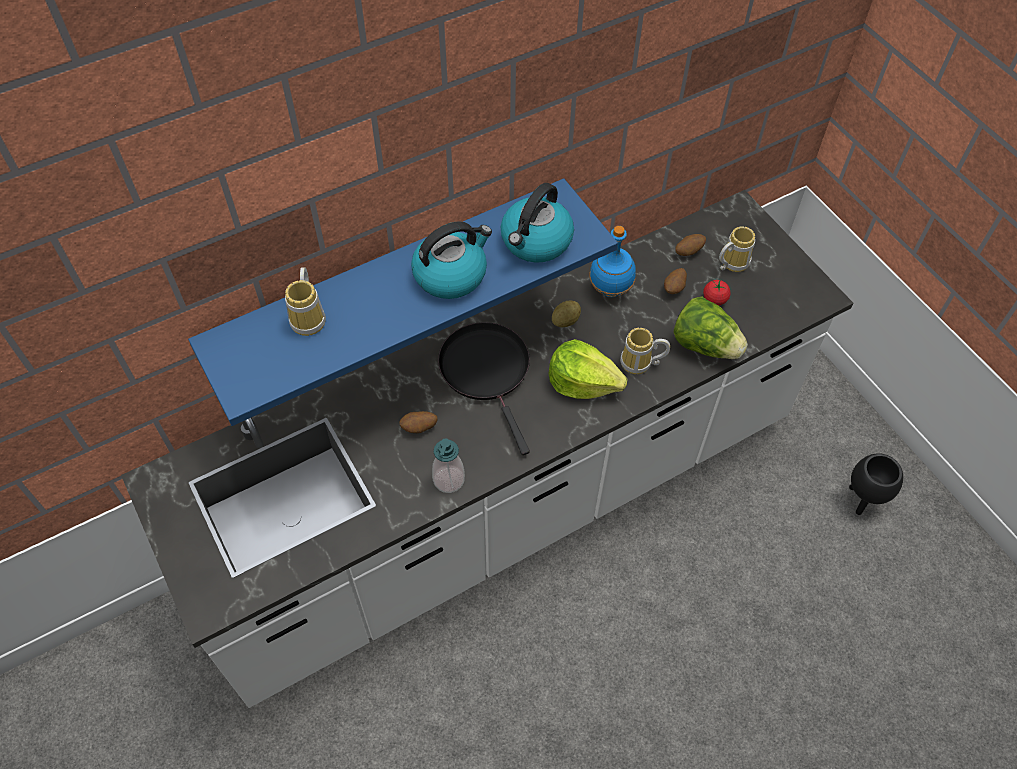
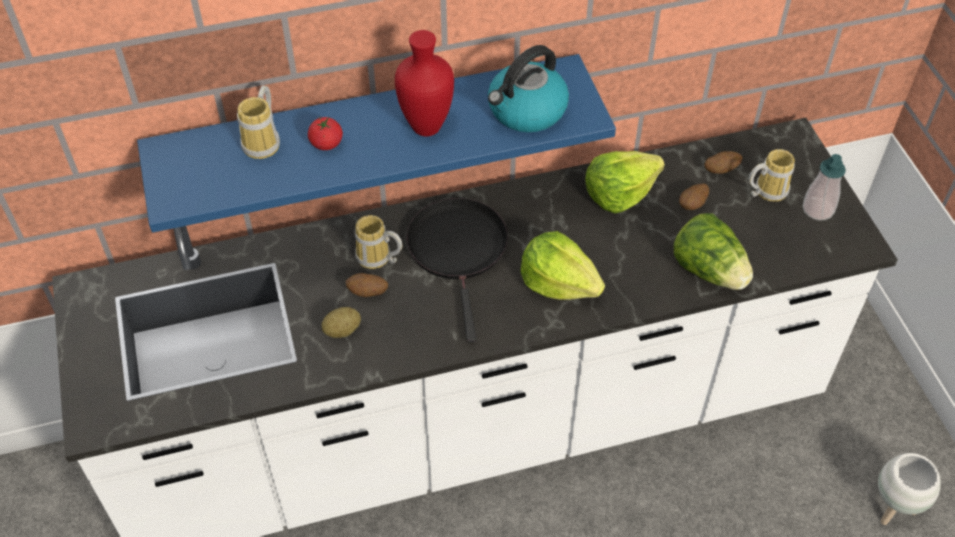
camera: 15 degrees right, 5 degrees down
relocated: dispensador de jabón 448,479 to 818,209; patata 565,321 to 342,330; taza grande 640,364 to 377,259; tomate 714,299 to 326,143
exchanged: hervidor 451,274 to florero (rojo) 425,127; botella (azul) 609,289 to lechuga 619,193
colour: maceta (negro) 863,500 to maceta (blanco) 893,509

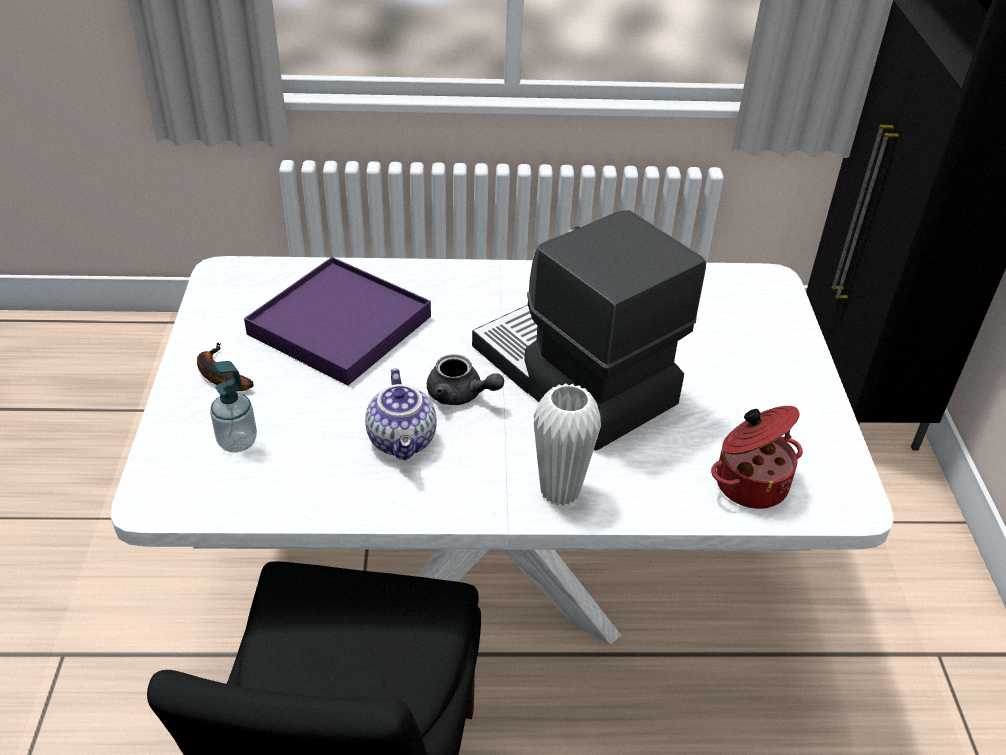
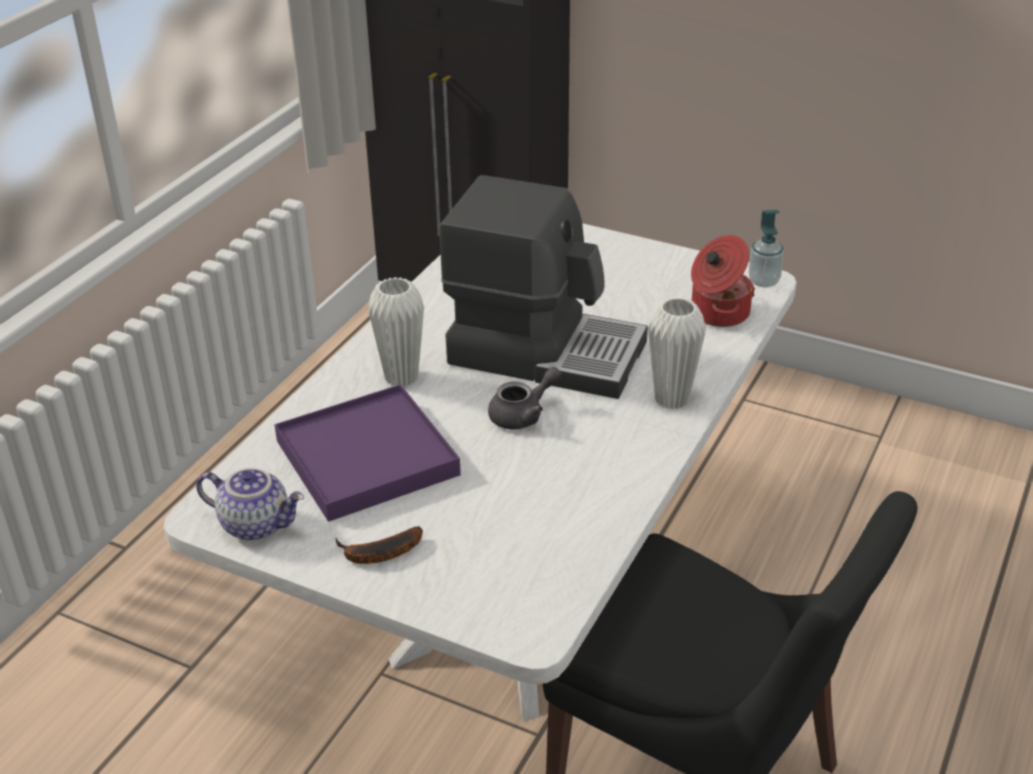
camera: 60 degrees left, 5 degrees down
appeared: florero (blanco) 401,377
relocated: dispensador de jabón 237,442 to 763,281; tetera 403,441 to 257,524
spun: cafetera 572,377 = 546,351 150 degrees counterclockwise

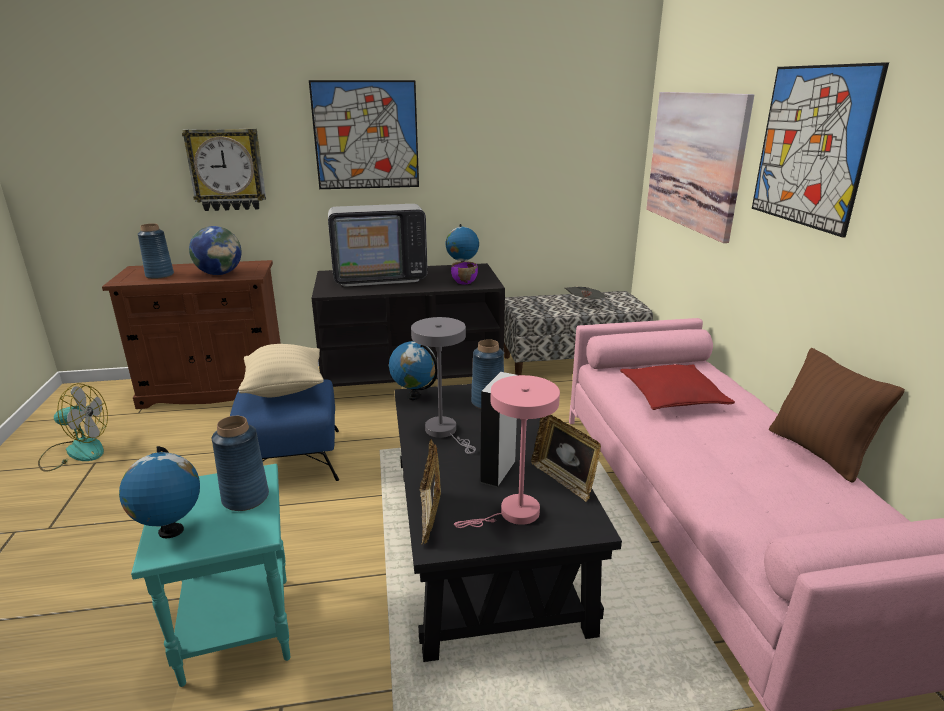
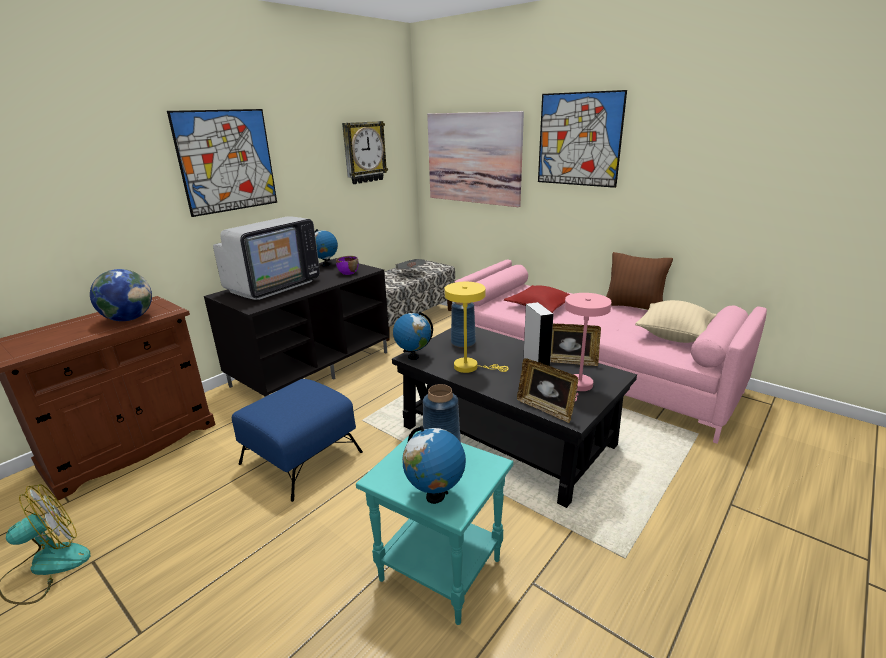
camera: 40 degrees left, 0 degrees up
missing: florero (azul) 159,275
relocated: reloj de pared 227,170 to 364,152; cojín (beis) 284,389 to 674,336
colour: lámpara de mesa (gris) 444,432 to lámpara de mesa (amarillo) 470,367

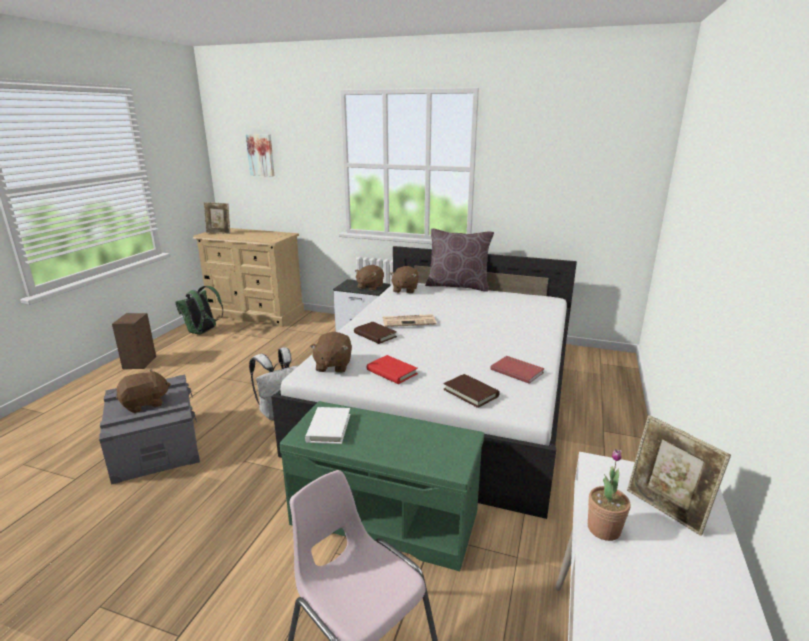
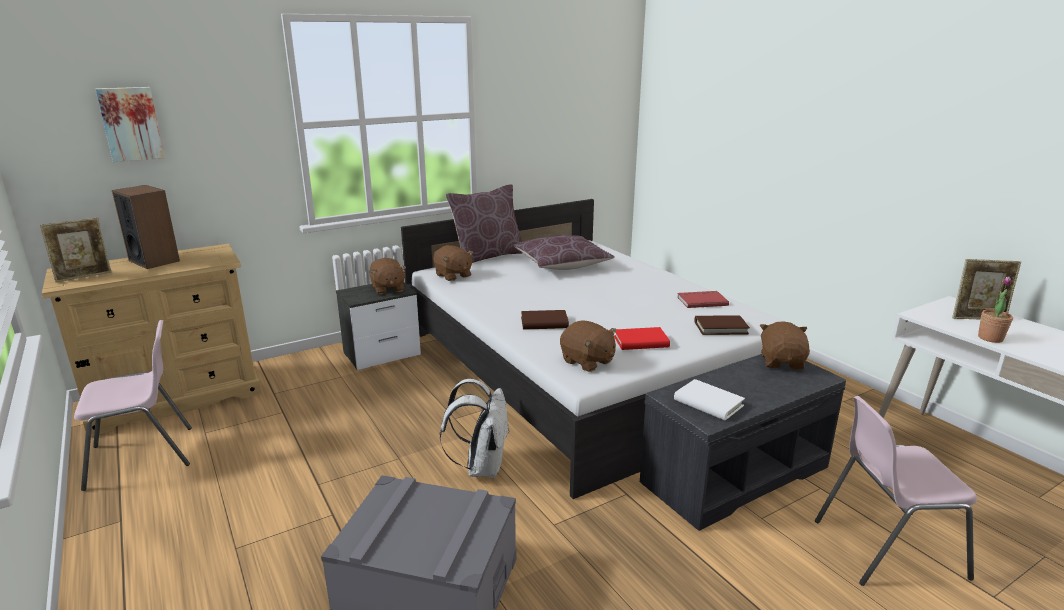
camera: 50 degrees left, 0 degrees up
missing: periódico 409,321
appeared: cojín (marrón) 562,264
relocated: altavoz 140,362 to 154,260; peluche (marrón) 145,404 to 782,362
exchanged: mochila (verde) 203,332 to silla (rosa) 143,456
colour: banco (verde) 386,517 to banco (gris) 735,473

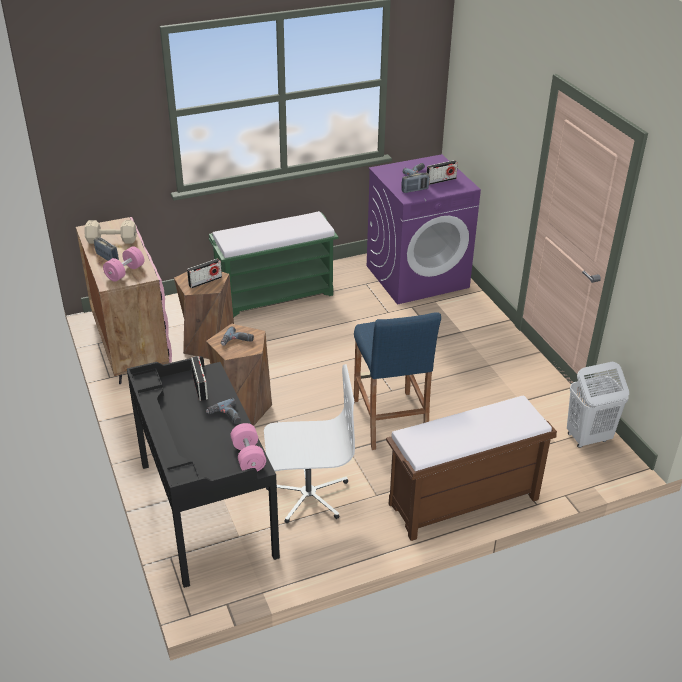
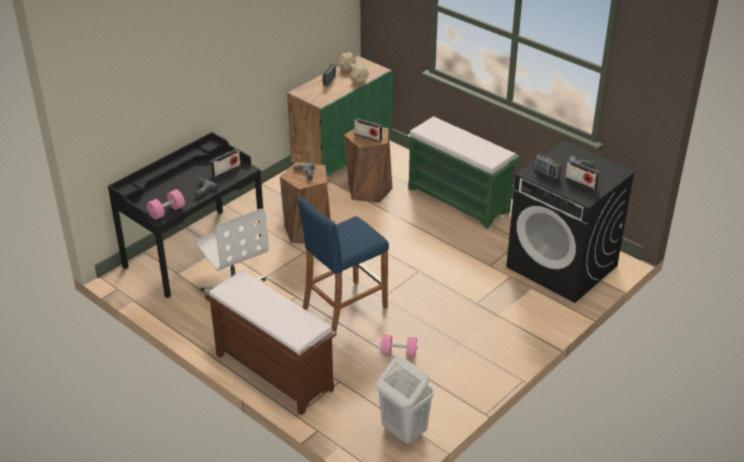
camera: 65 degrees right, 0 degrees up
relocated: mancuerna (rosa) 125,272 to 398,352
colour: armario (rosa) 130,342 to armario (verde) 342,157; lavadora (morado) 417,276 to lavadora (negro) 562,266

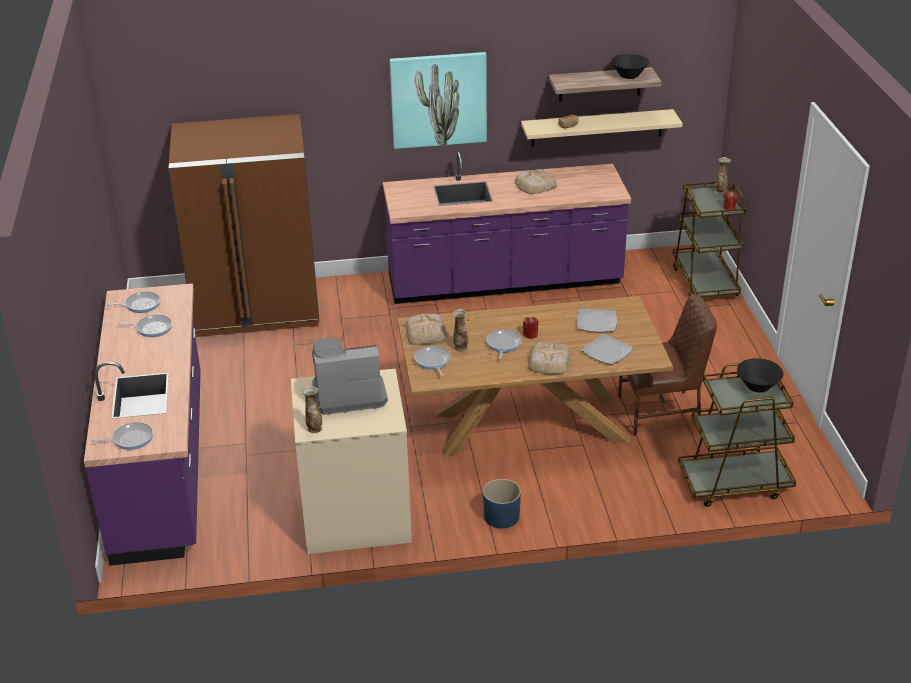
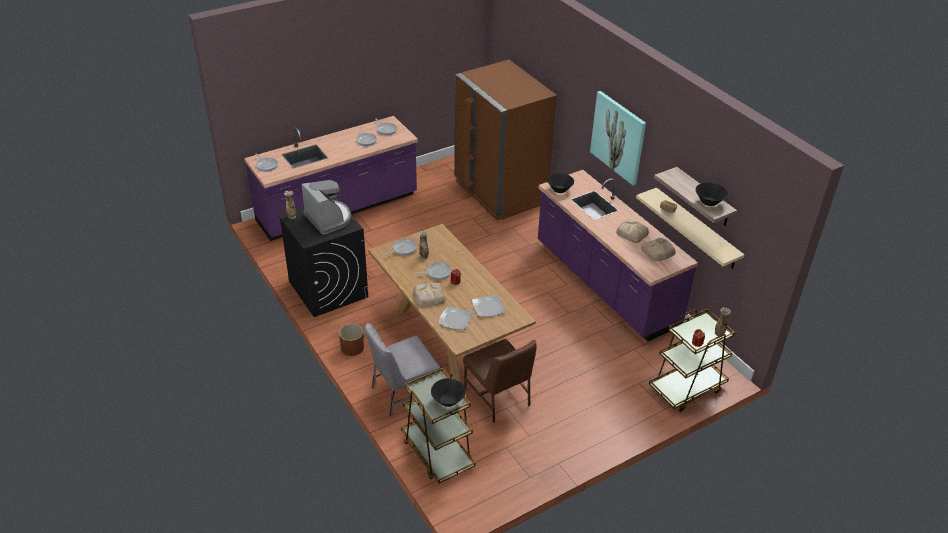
camera: 65 degrees right, 5 degrees up
appeared: silla (gris) 403,393; cuenco (negro) 559,190
relocated: pan 426,332 to 658,251
colour: lavadora (beis) 354,515 to lavadora (negro) 327,289; maceta (azul) 501,516 to maceta (marrón) 352,347

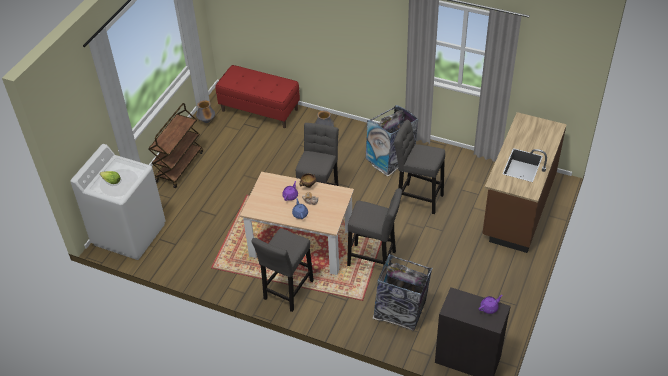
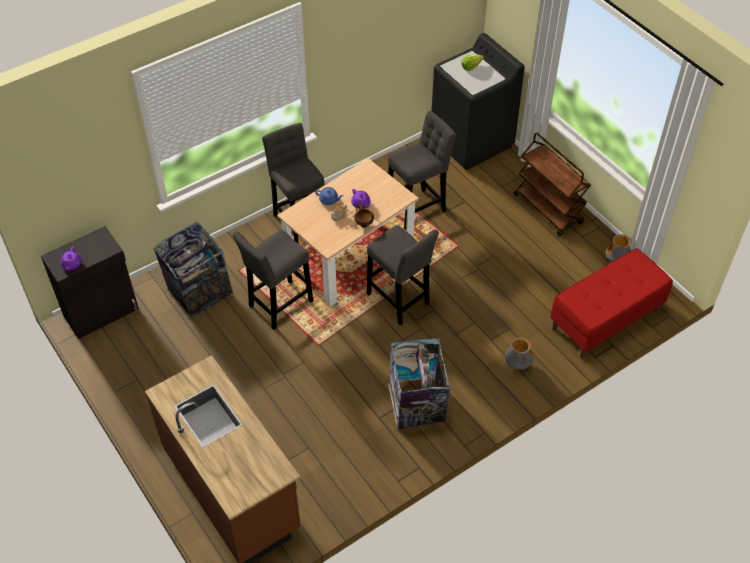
camera: 120 degrees right, 5 degrees up
relocated: taburete (gris) 417,198 to 418,208
colour: lavadora (blanco) 129,233 to lavadora (negro) 472,142

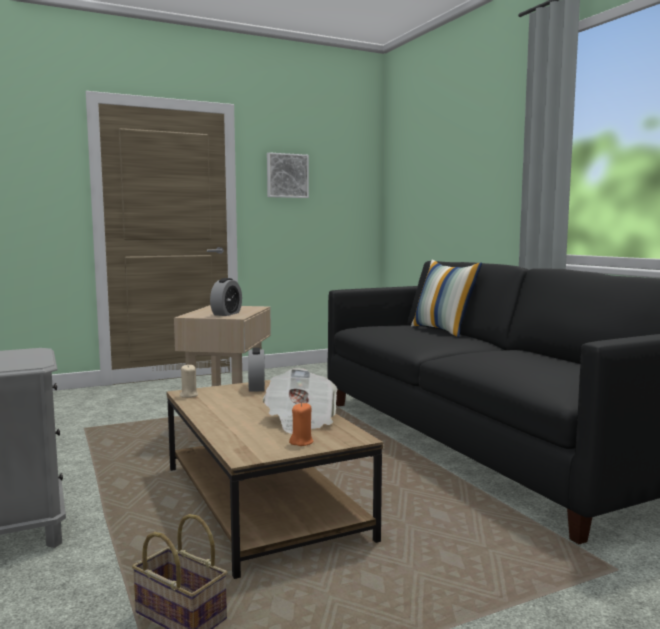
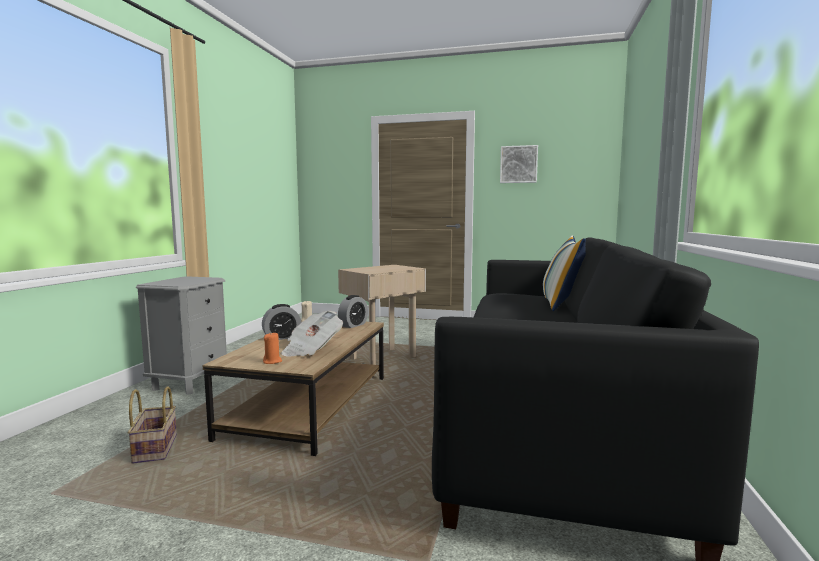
camera: 40 degrees right, 0 degrees up
relocated: despertador 226,314 to 282,337

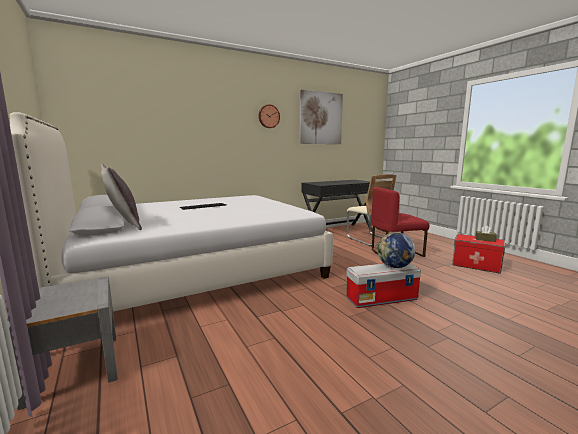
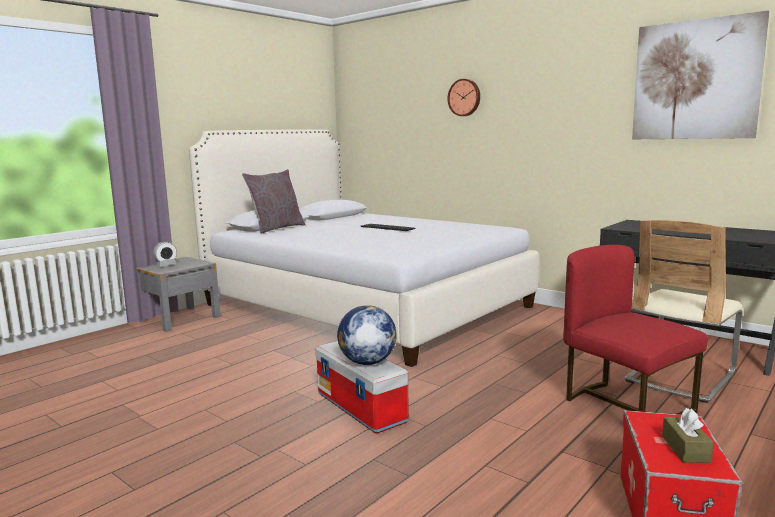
camera: 70 degrees right, 0 degrees up
appeared: despertador 166,265
relocated: reloj de pared 268,116 to 464,97

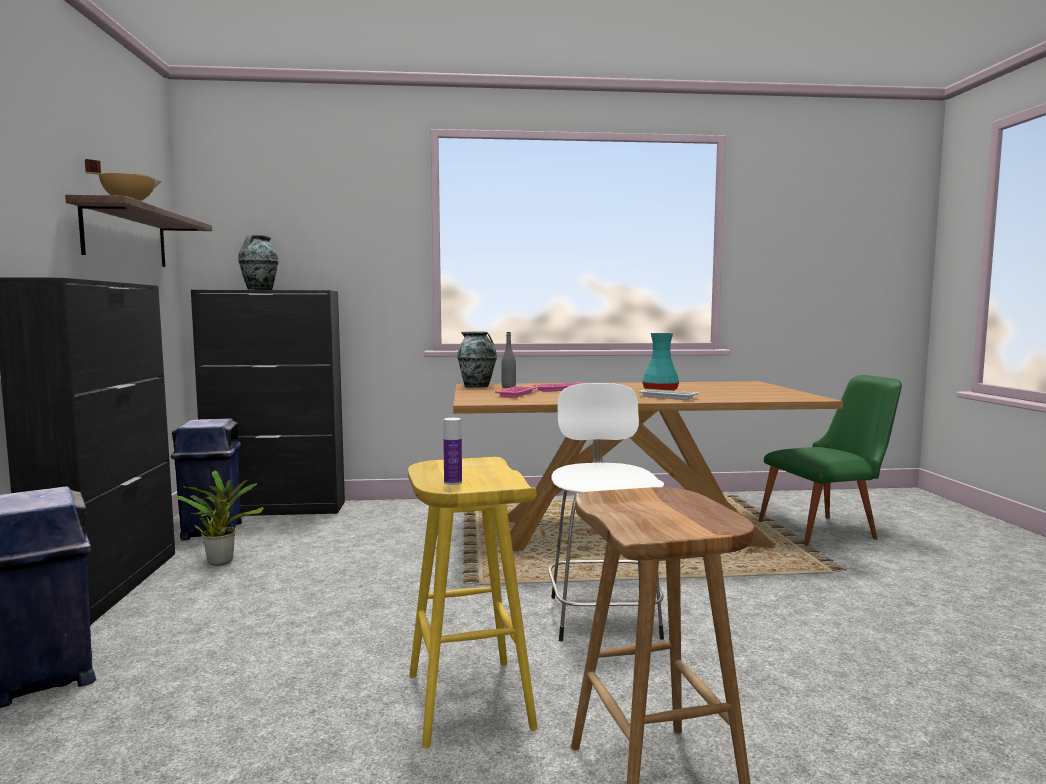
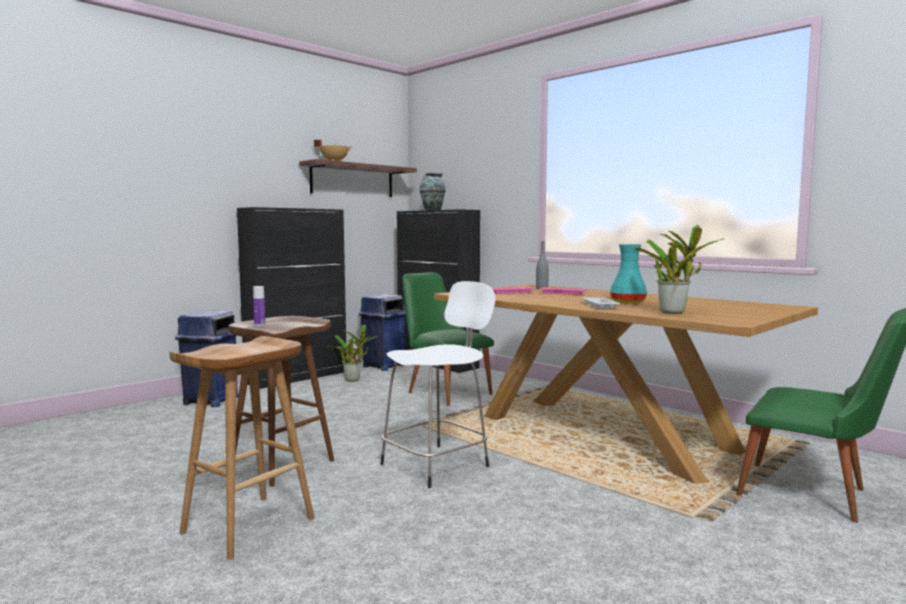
camera: 50 degrees right, 0 degrees up
missing: florero 477,386
appeared: silla (verde) 444,391; planta en maceta 675,312
colour: taburete (amarillo) 467,699 to taburete (marrón) 282,464

